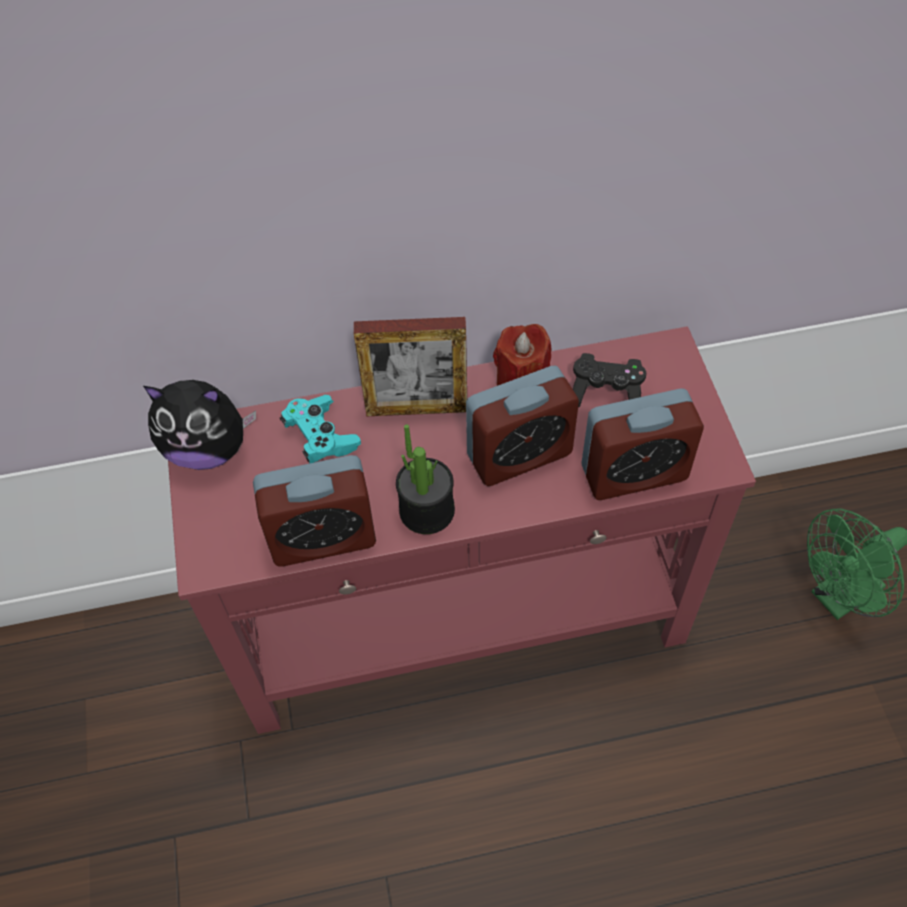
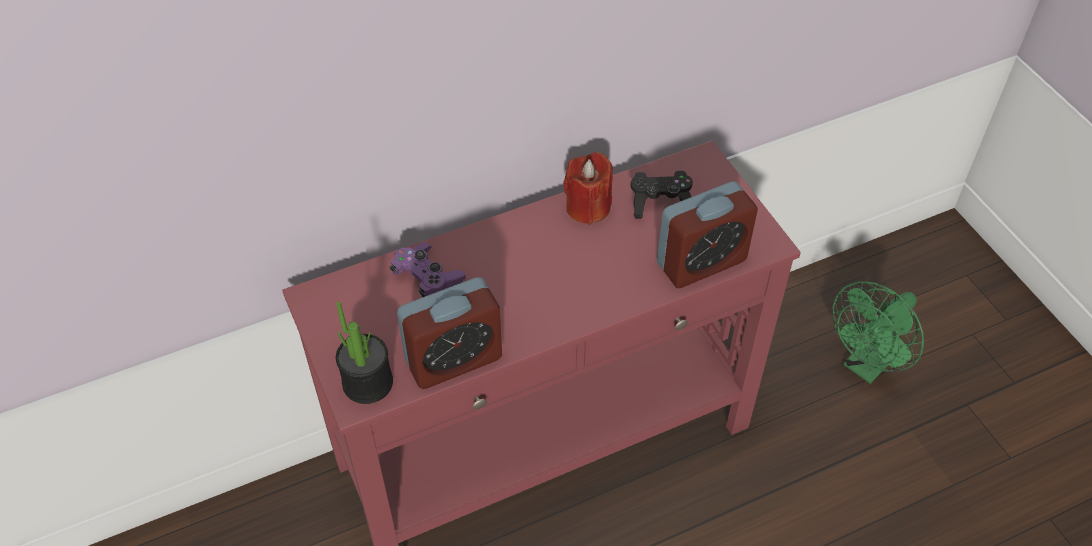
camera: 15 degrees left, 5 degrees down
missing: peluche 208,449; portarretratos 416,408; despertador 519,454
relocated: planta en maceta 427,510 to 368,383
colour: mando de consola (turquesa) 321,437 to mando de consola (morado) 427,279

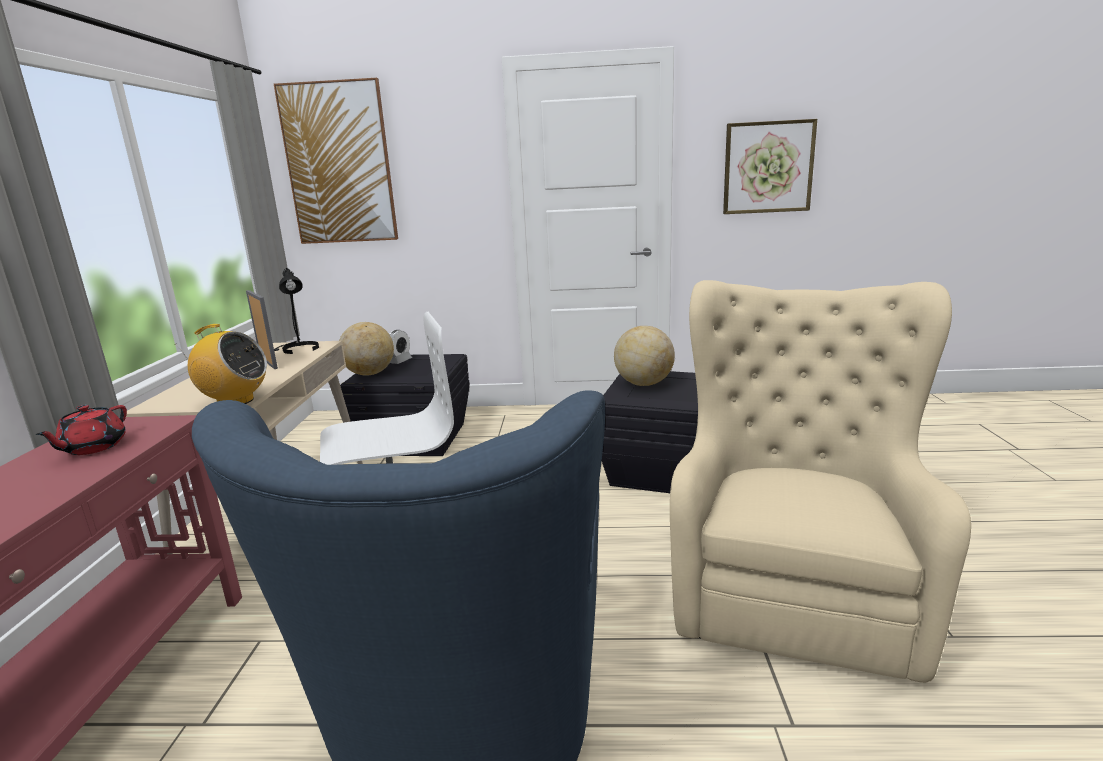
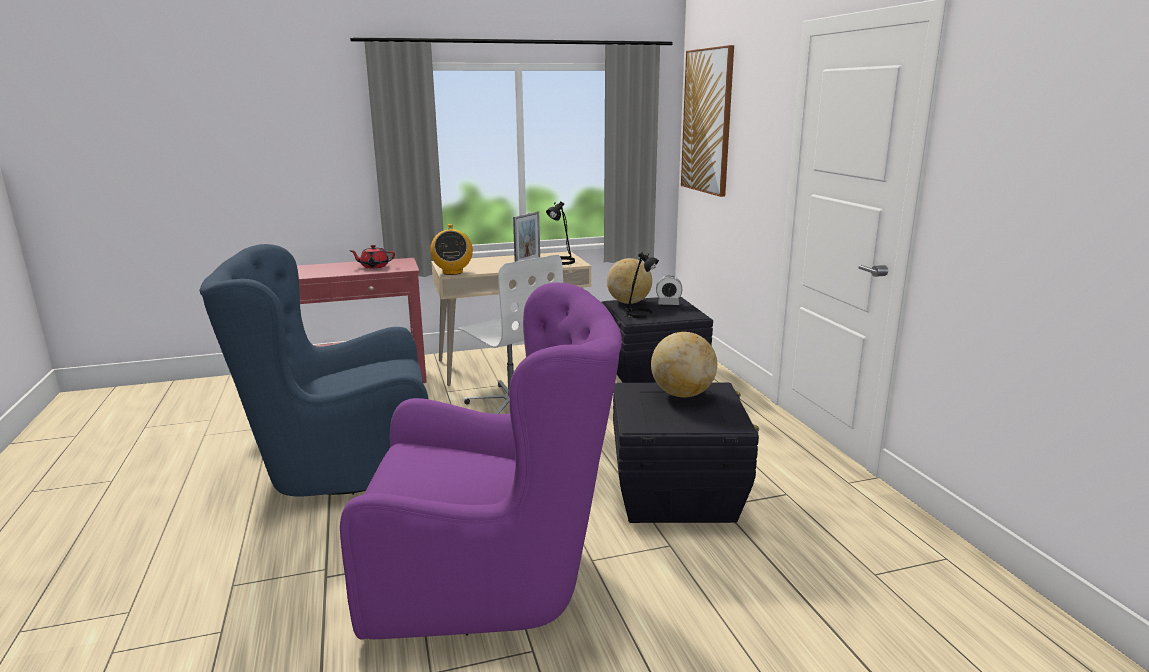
camera: 70 degrees right, 0 degrees up
missing: cuadro 768,167
appeared: lámpara de mesa (negro) 638,315
colour: sillón (beis) 791,581 to sillón (morado) 495,576

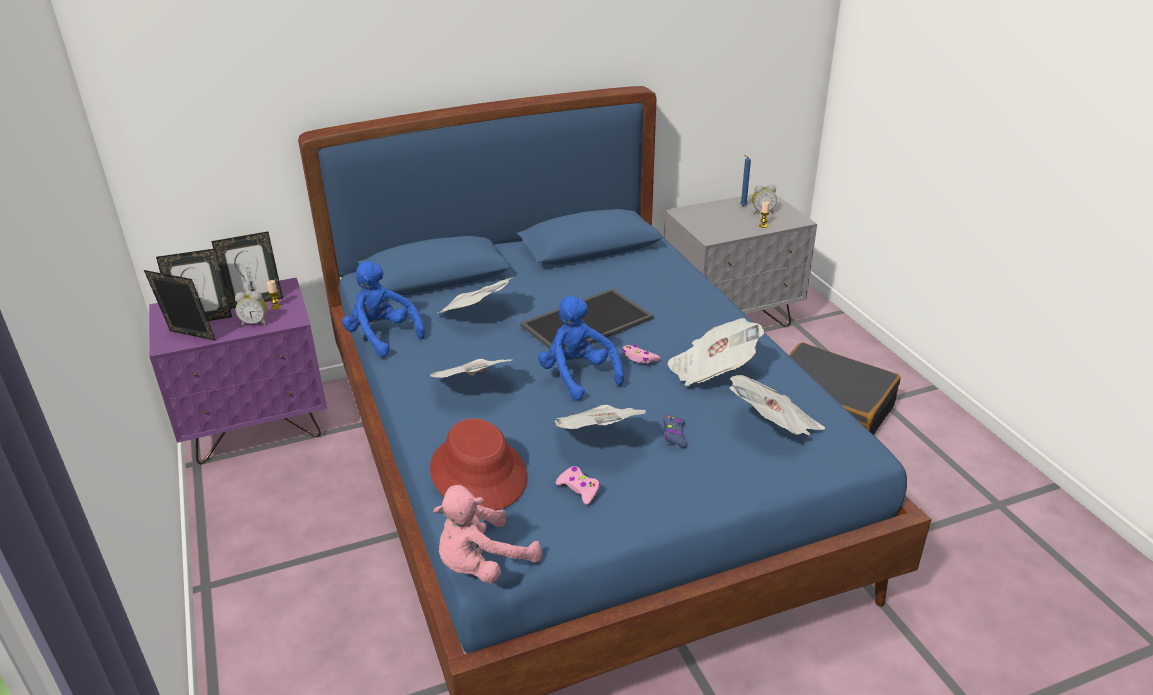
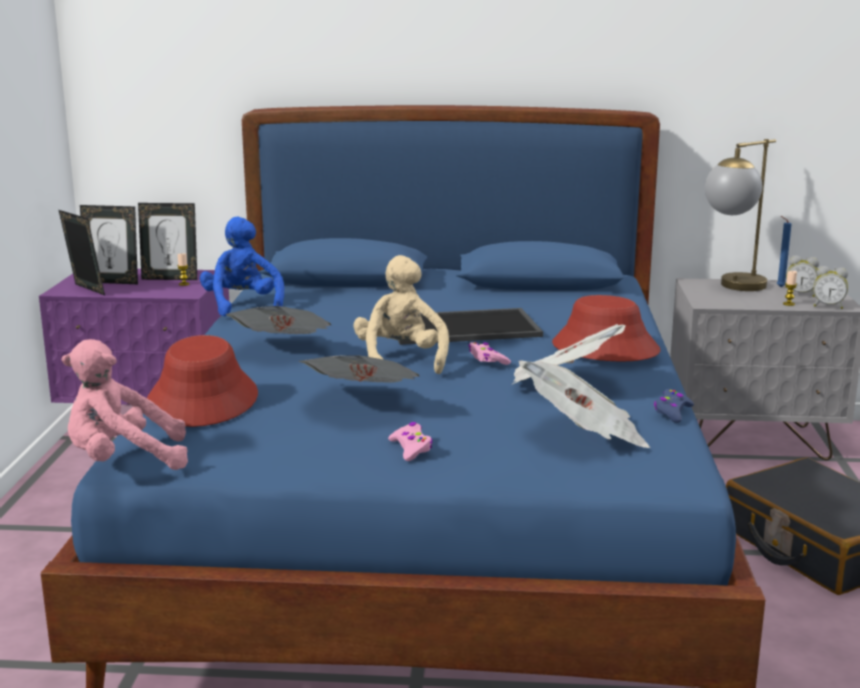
camera: 25 degrees right, 15 degrees down
missing: periódico 476,313
appeared: sombrero (rojo) 604,348; lámpara de mesa 733,288
relocated: despertador 255,323 to 828,306; mando de consola (rosa) 579,489 to 411,449; mando de consola (azul) 674,435 to 672,412
colour: peluche (azul) 577,376 to peluche (beis) 401,360

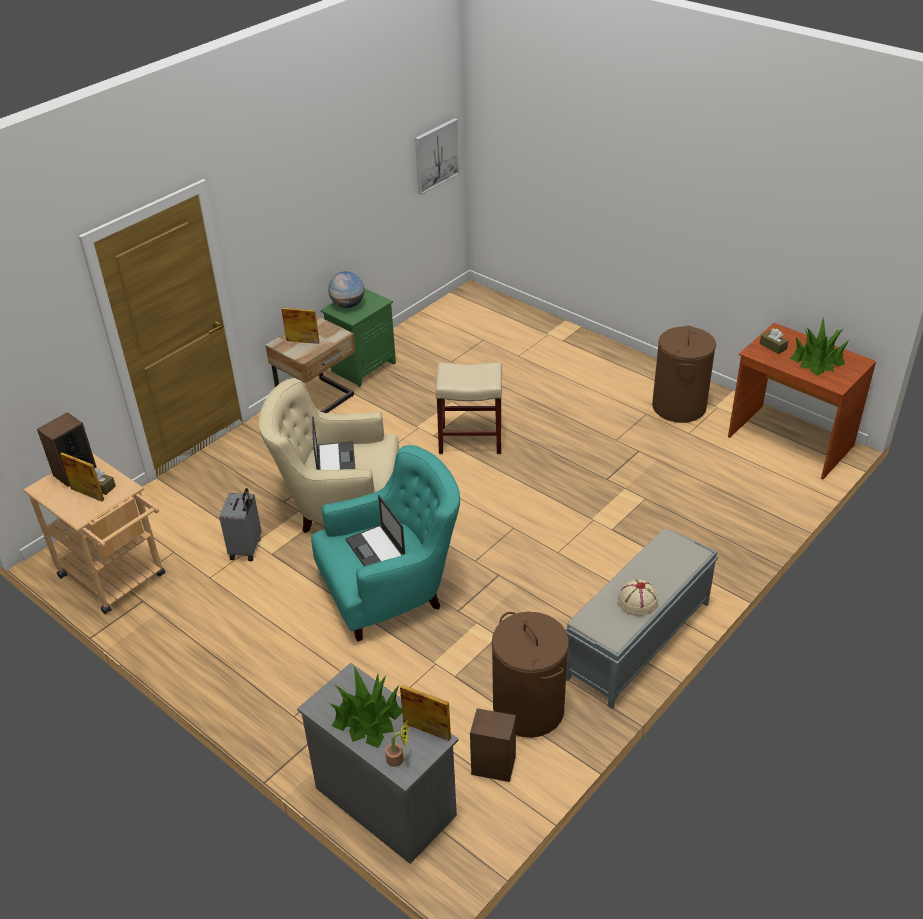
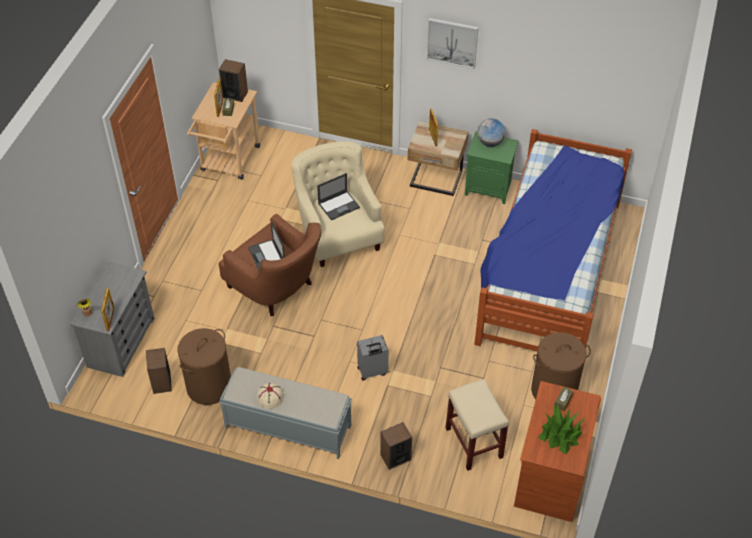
camera: 65 degrees right, 10 degrees up
missing: planta en maceta 367,718
appeared: altavoz 395,457; cama 549,271
relocated: maleta (gris) 247,549 to 372,372; cuadro 436,156 to 452,42; taburete (beis) 469,440 to 473,442
colour: sillón (turquesa) 392,590 to sillón (marrón) 276,288
spun: portátil 376,548 = 267,256 60 degrees counterclockwise

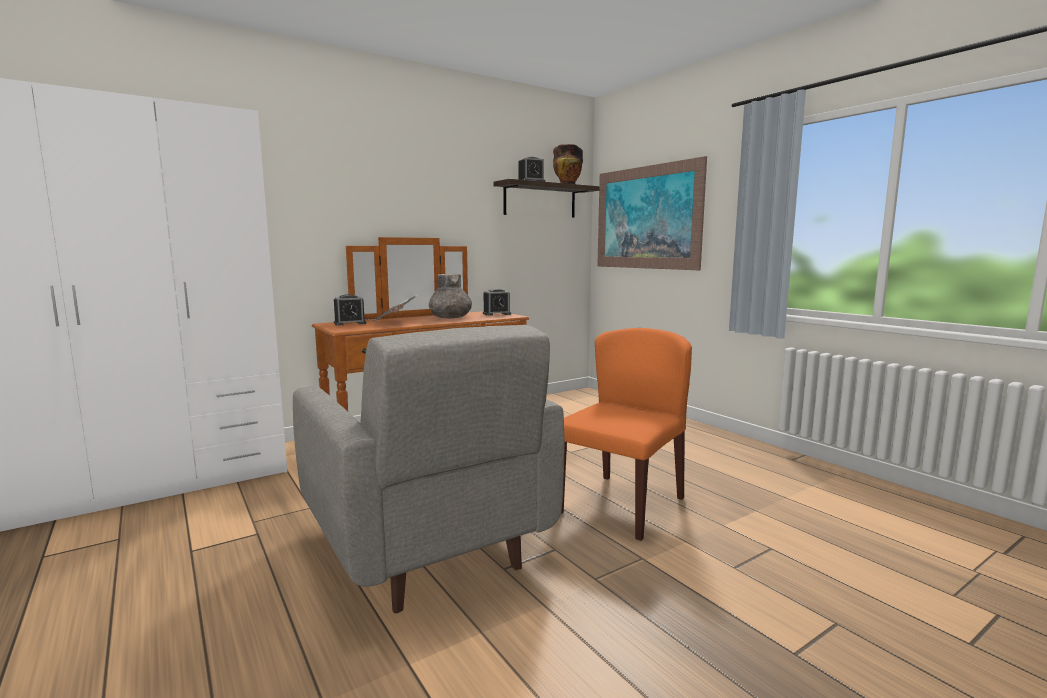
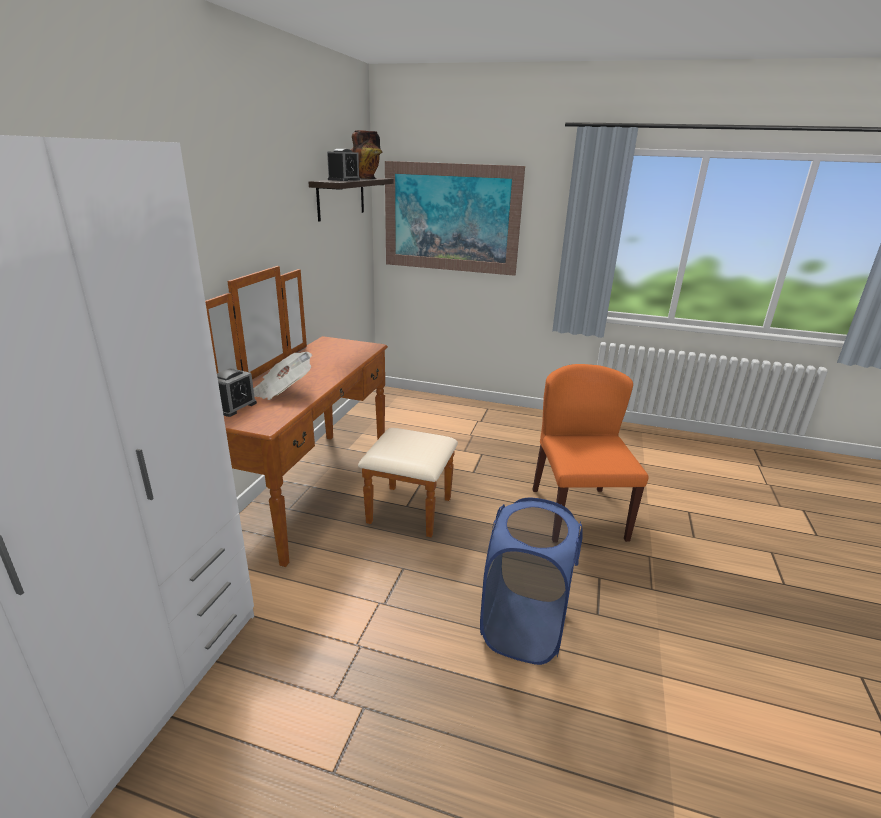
camera: 40 degrees left, 15 degrees up
missing: florero (gris) 450,318; despertador 496,314
exchanged: sillón (gris) 425,547 to cesto de la ropa (azul) 524,628

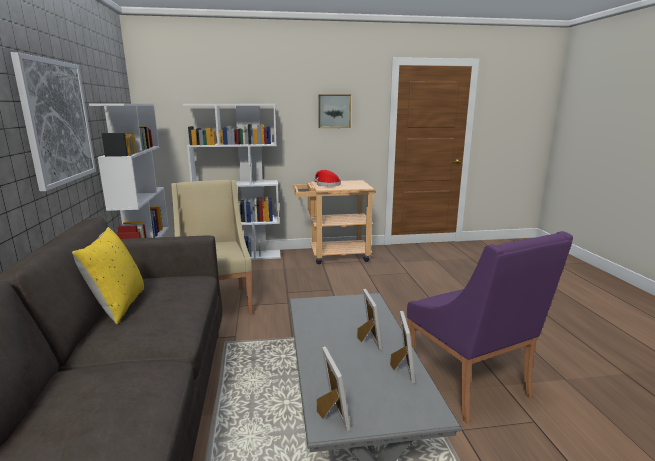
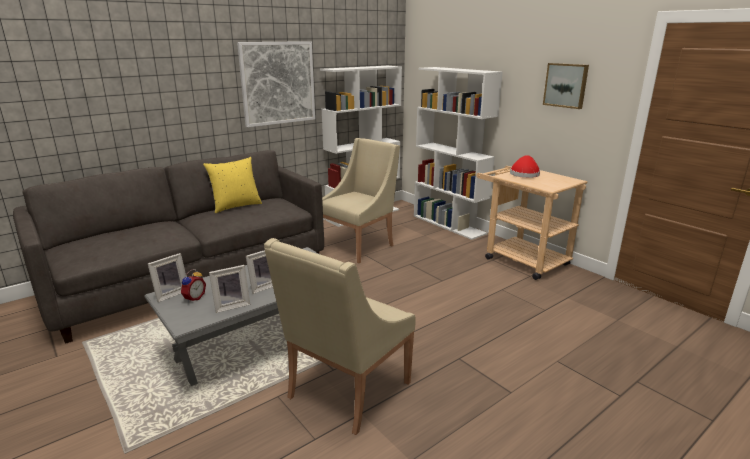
camera: 60 degrees right, 5 degrees up
appeared: despertador 193,298
colour: sillón (morado) 470,384 to sillón (beis) 346,391

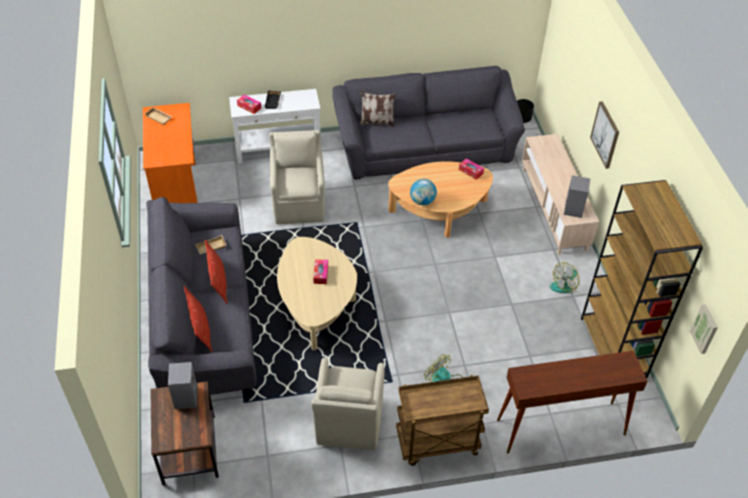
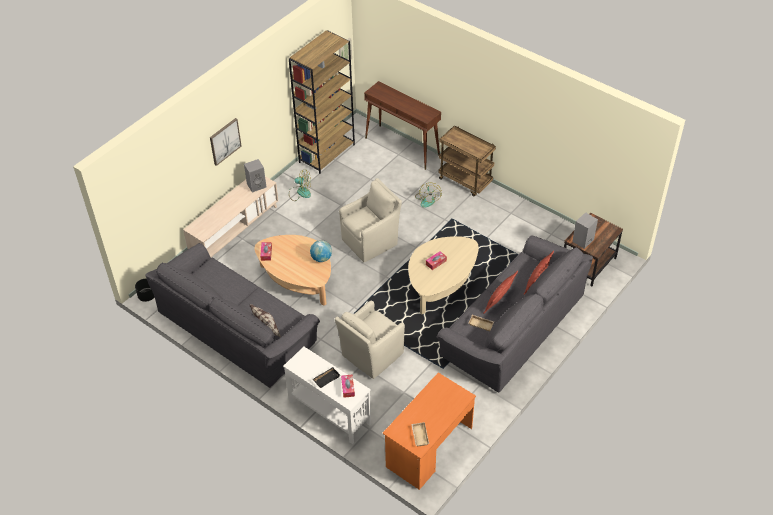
camera: 130 degrees left, 0 degrees up
relocated: sillón (beis) 348,424 to 371,241

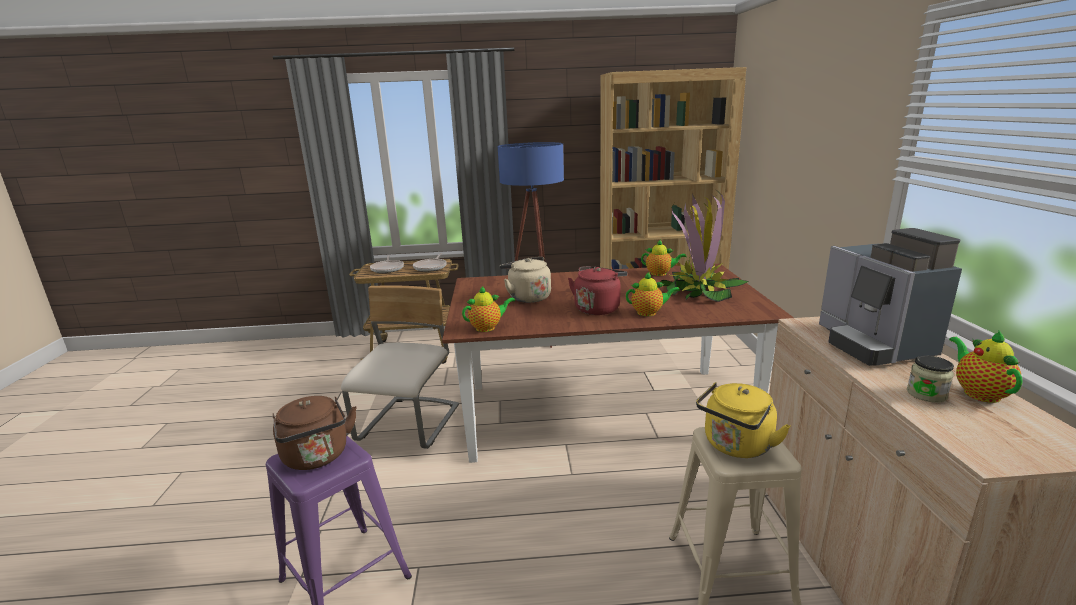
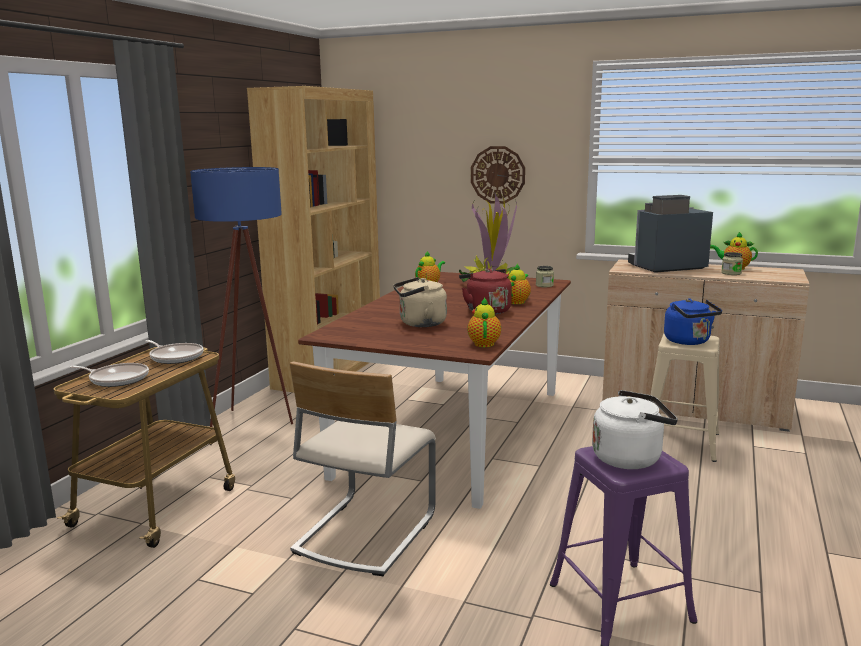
camera: 65 degrees left, 5 degrees down
appeared: reloj de pared 497,175; tarro 544,285
colour: hervidor (marrón) 317,457 to hervidor (blanco) 630,458; hervidor (amarillo) 736,446 to hervidor (azul) 689,341
spun: silla (beis) 410,424 = 364,533 105 degrees counterclockwise; cafetera 872,344 = 665,267 150 degrees clockwise

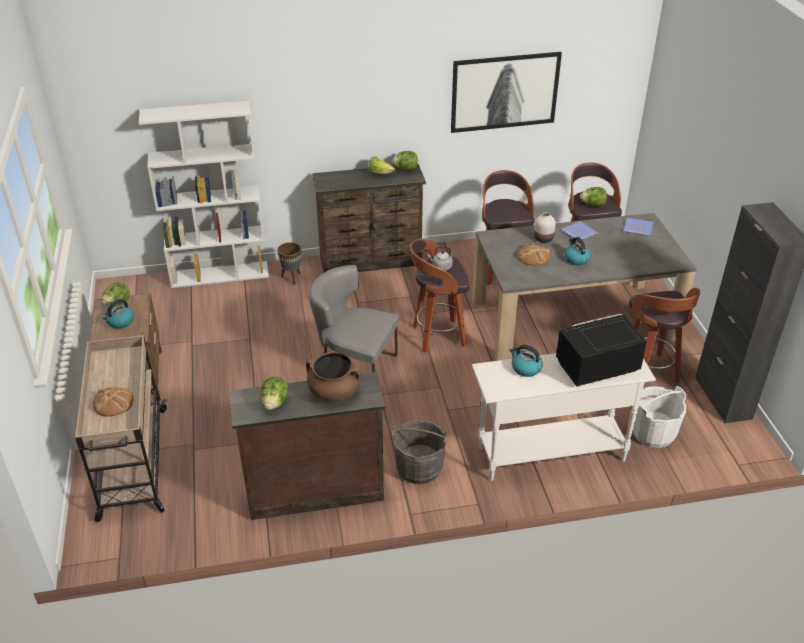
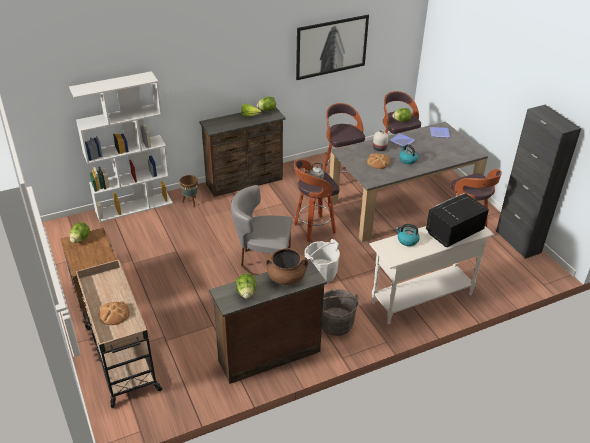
camera: 15 degrees left, 0 degrees up
missing: hervidor 120,322
relocated: cubo (blanco) 653,433 to 321,274

